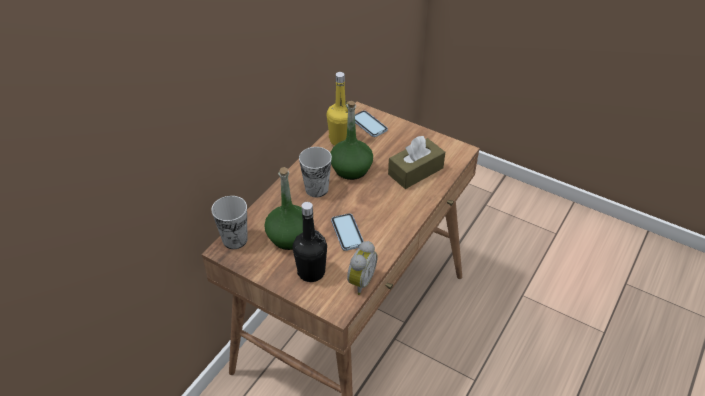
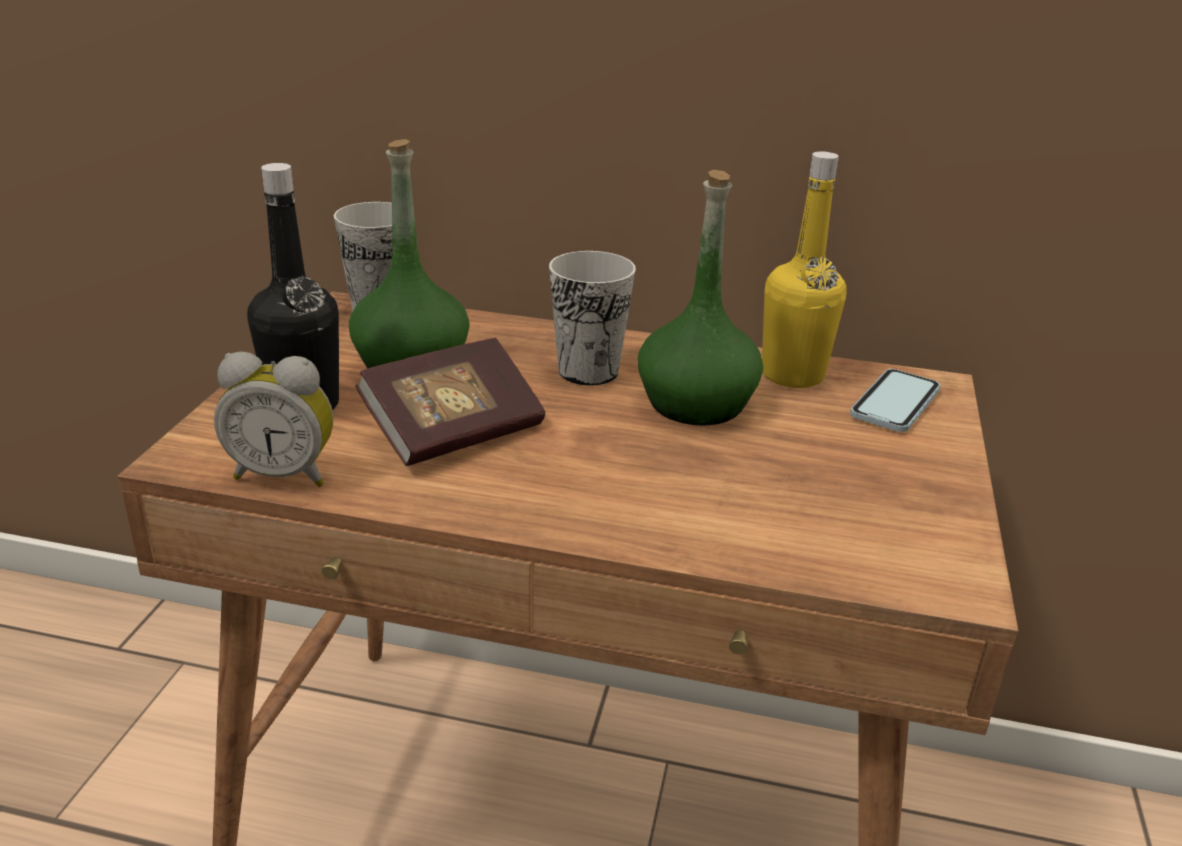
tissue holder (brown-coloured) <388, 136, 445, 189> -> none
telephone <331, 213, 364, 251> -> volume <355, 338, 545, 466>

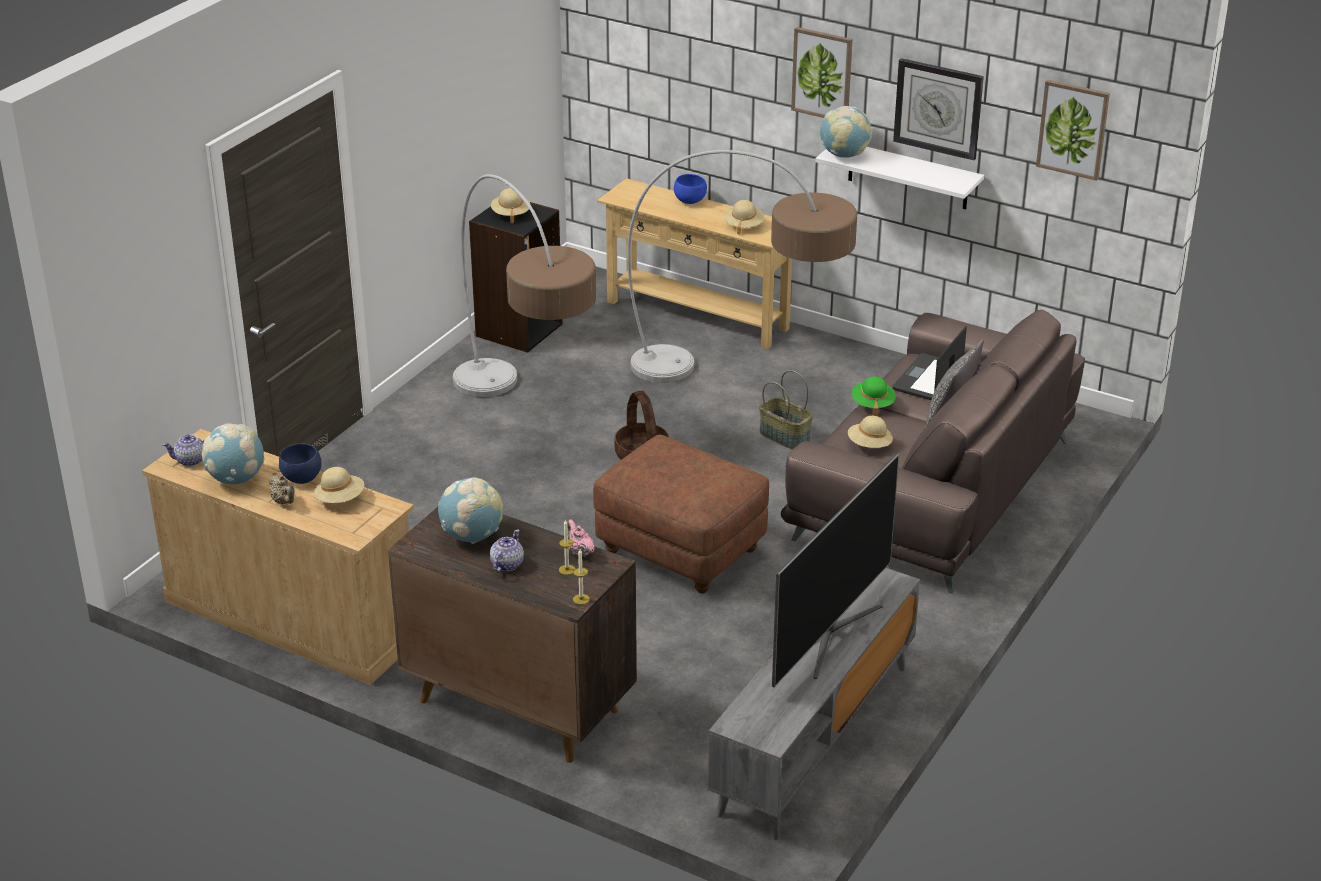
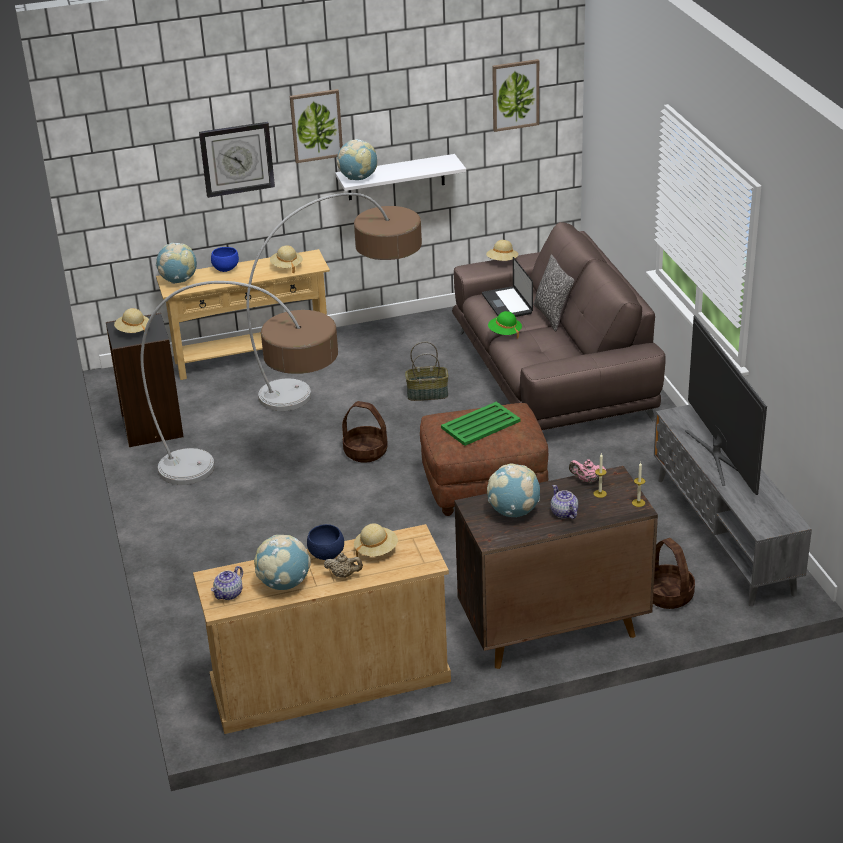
wall clock <893, 58, 984, 160> -> wall clock <199, 122, 275, 198>, shifted
wearable hat (sand-coloured) <848, 416, 893, 448> -> wearable hat (sand-coloured) <486, 240, 518, 261>, shifted
none -> globe <156, 243, 197, 284>
none -> tray (greenish) <441, 402, 520, 446>
none -> household basket <653, 538, 695, 609>

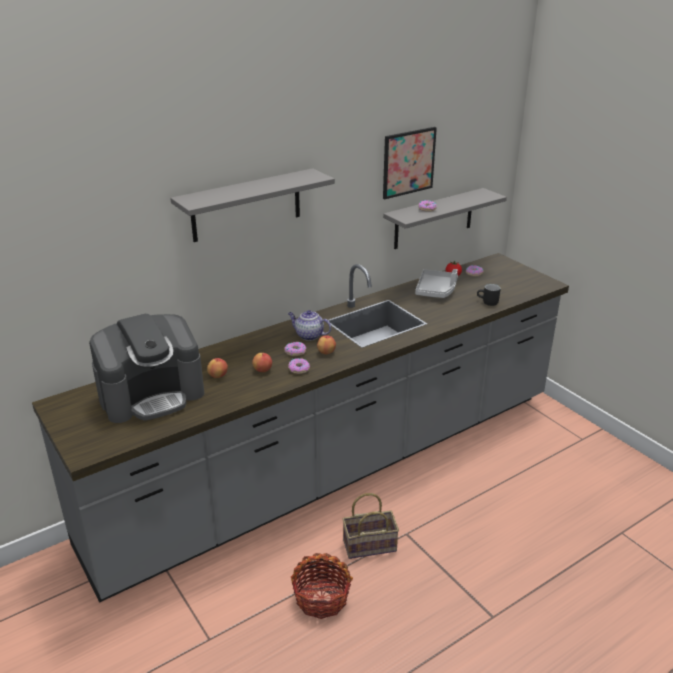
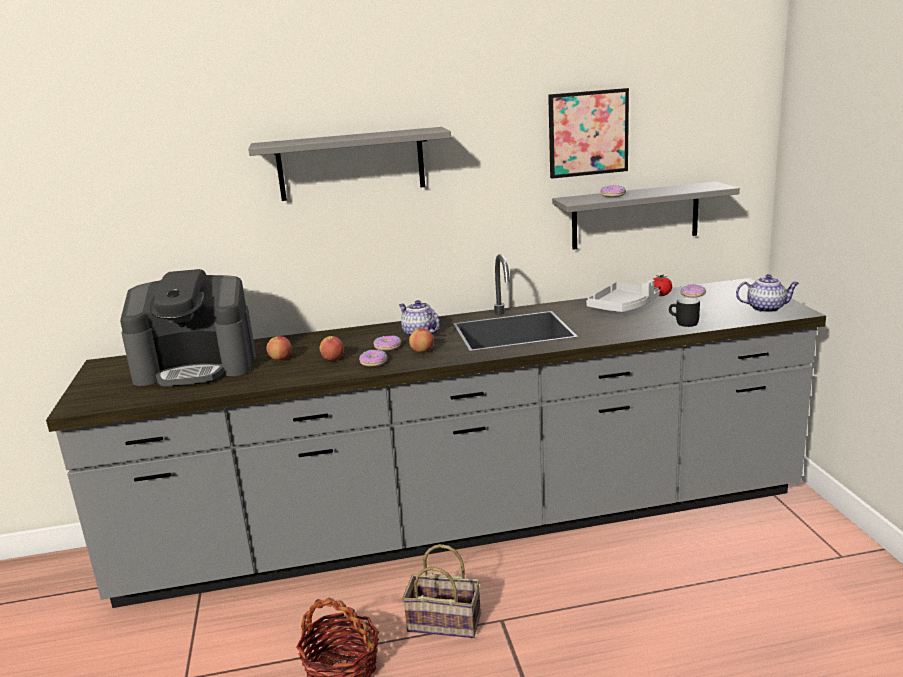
none -> tea pot <736, 274, 799, 312>

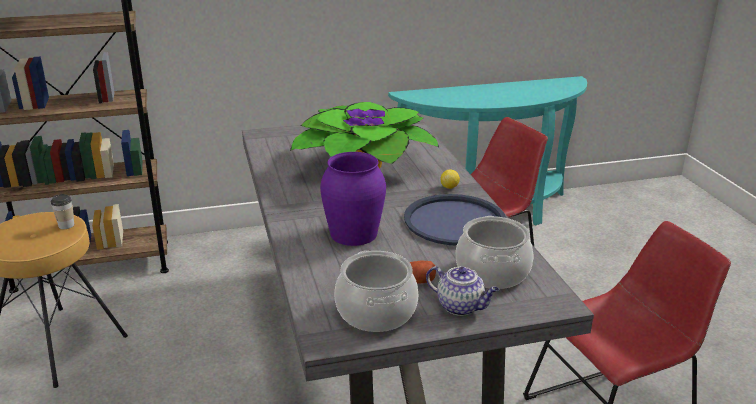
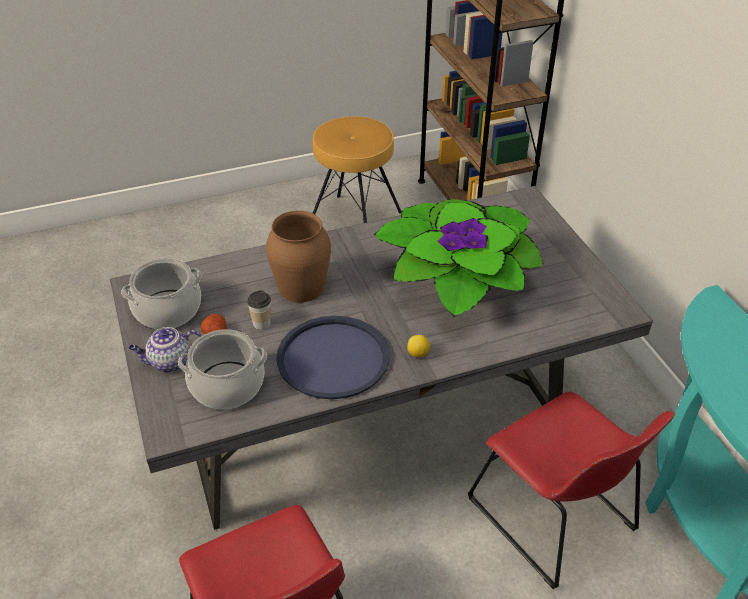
vase (purple-coloured) <320, 152, 386, 246> -> vase (brown-coloured) <266, 210, 331, 302>
small cup <51, 194, 74, 229> -> small cup <247, 290, 271, 330>, shifted
tea pot <426, 266, 499, 316> -> tea pot <128, 327, 202, 372>, 45 degrees clockwise

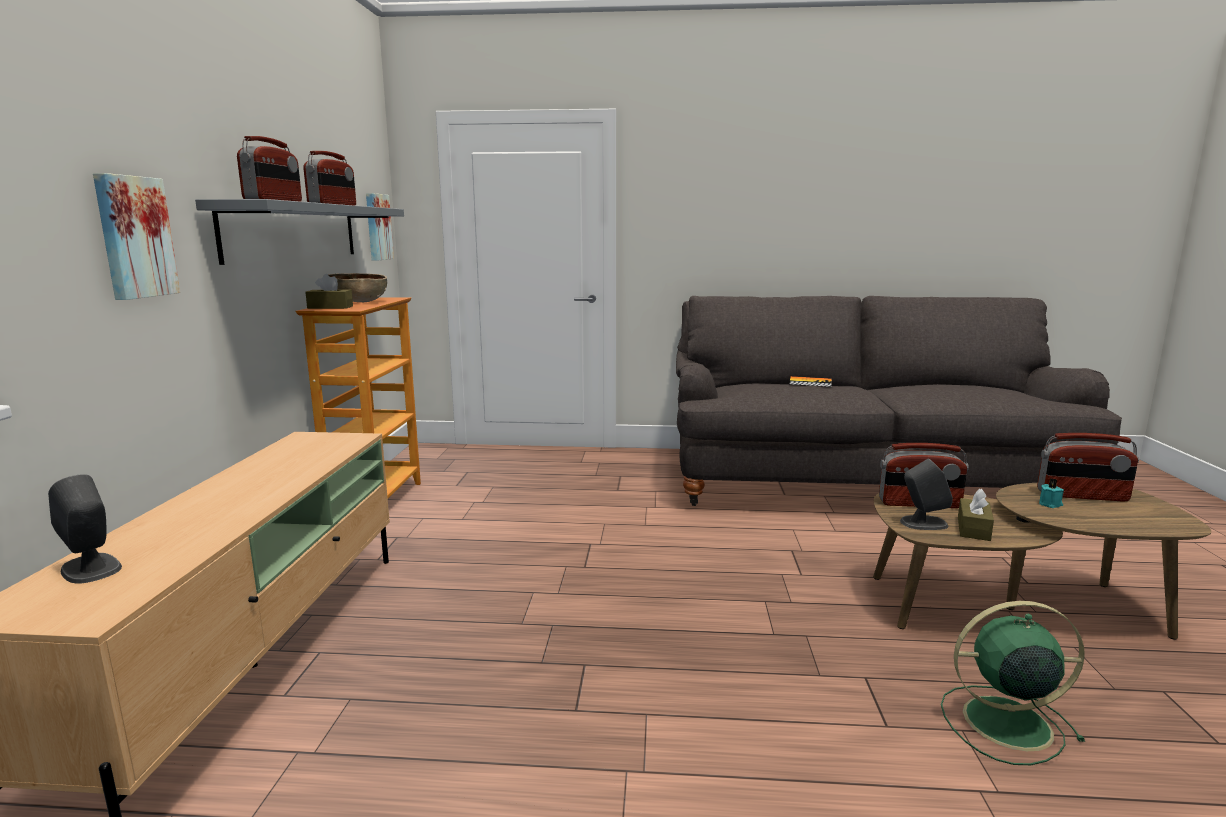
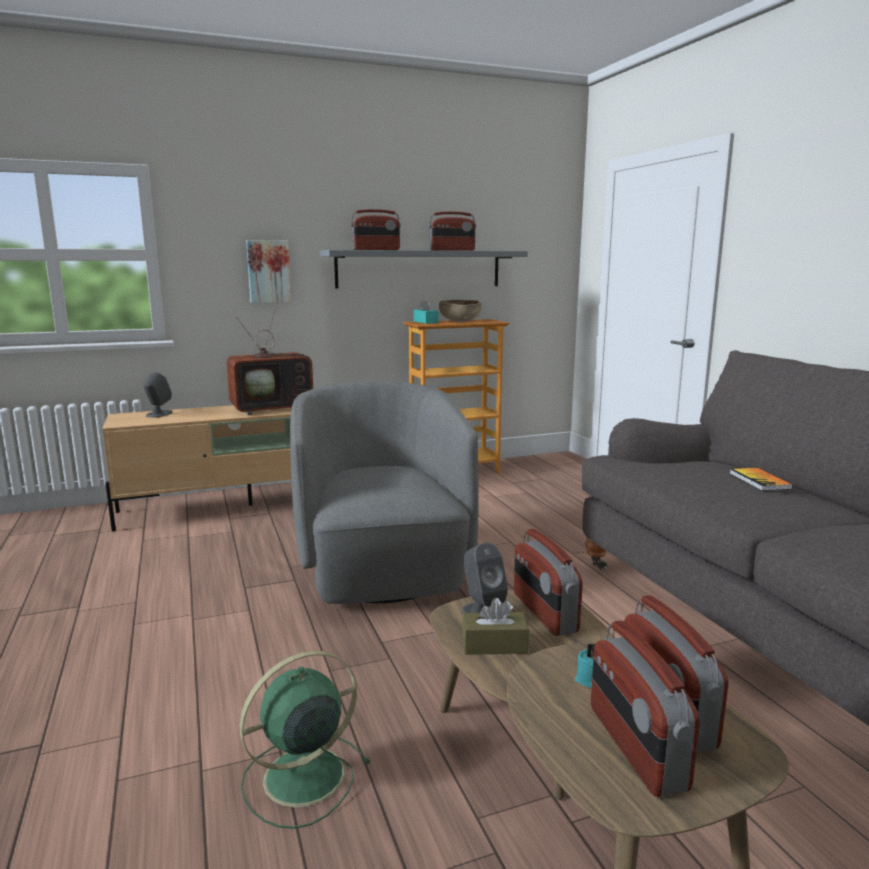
wall picture <366, 193, 394, 261> -> none
tissue holder (brown-coloured) <305, 274, 353, 309> -> tissue holder (turquoise-coloured) <414, 299, 439, 324>
cooling fan (greenish) <941, 601, 1085, 765> -> cooling fan (greenish) <239, 650, 371, 829>, 105 degrees counterclockwise
none -> TV set <226, 308, 313, 415>
none -> armchair (greyish) <290, 381, 479, 604>
none -> radio receiver <591, 621, 700, 797>

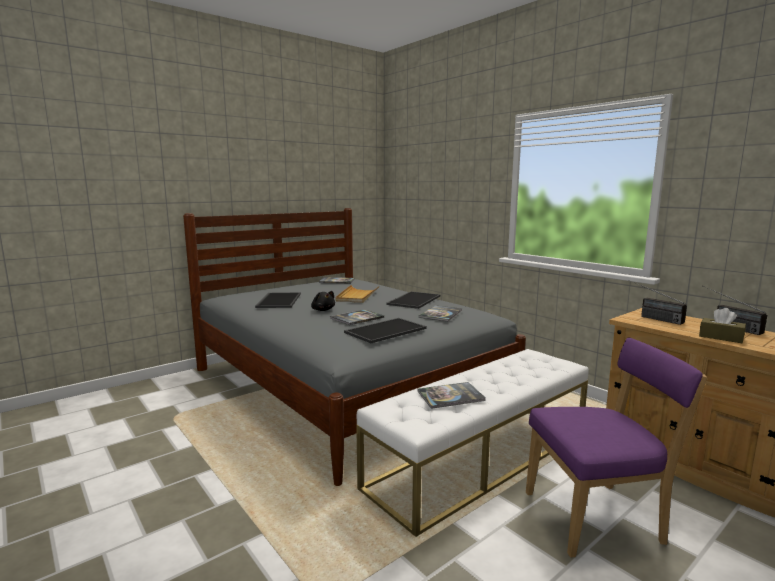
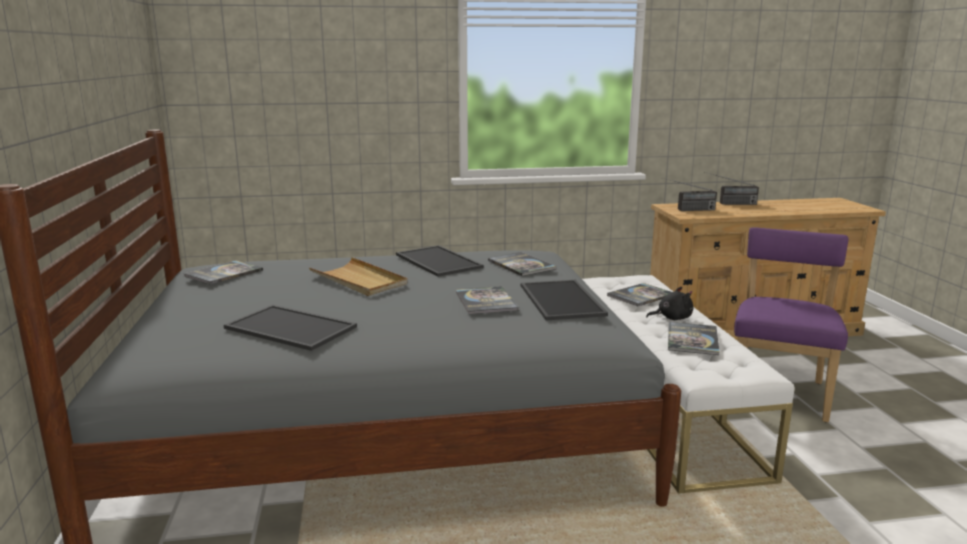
soft toy (blackish) <311, 291, 335, 311> -> soft toy (blackish) <646, 287, 693, 320>, shifted
tissue holder (brown-coloured) <699, 308, 746, 343> -> none
none -> volume <607, 283, 671, 306>

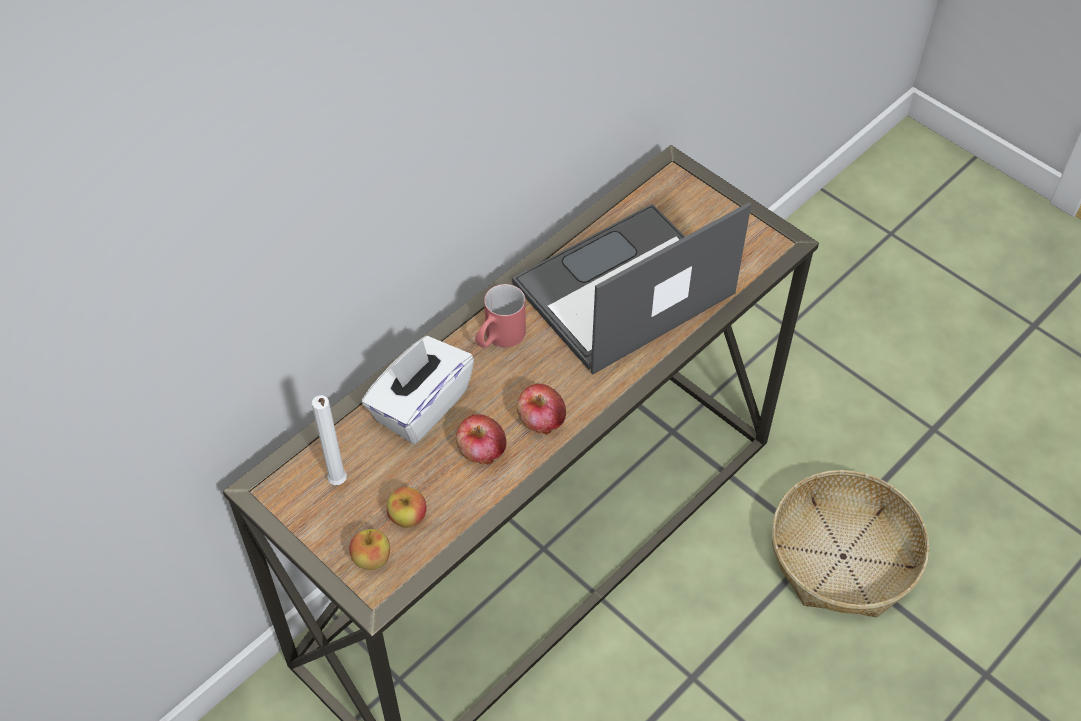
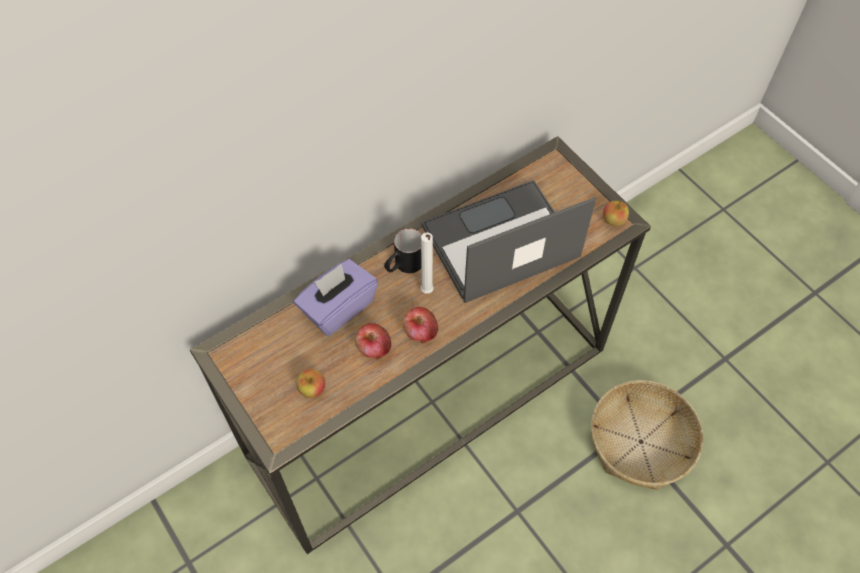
tea mug (red-coloured) <475, 284, 526, 348> -> tea mug (blackish) <384, 229, 422, 273>
tissue holder (white-coloured) <362, 336, 474, 444> -> tissue holder (purple-coloured) <294, 259, 378, 336>
wax candle (white-coloured) <312, 395, 347, 485> -> wax candle (white-coloured) <420, 232, 434, 294>, shifted
apple fruit <349, 529, 390, 570> -> apple fruit <603, 200, 629, 226>, shifted

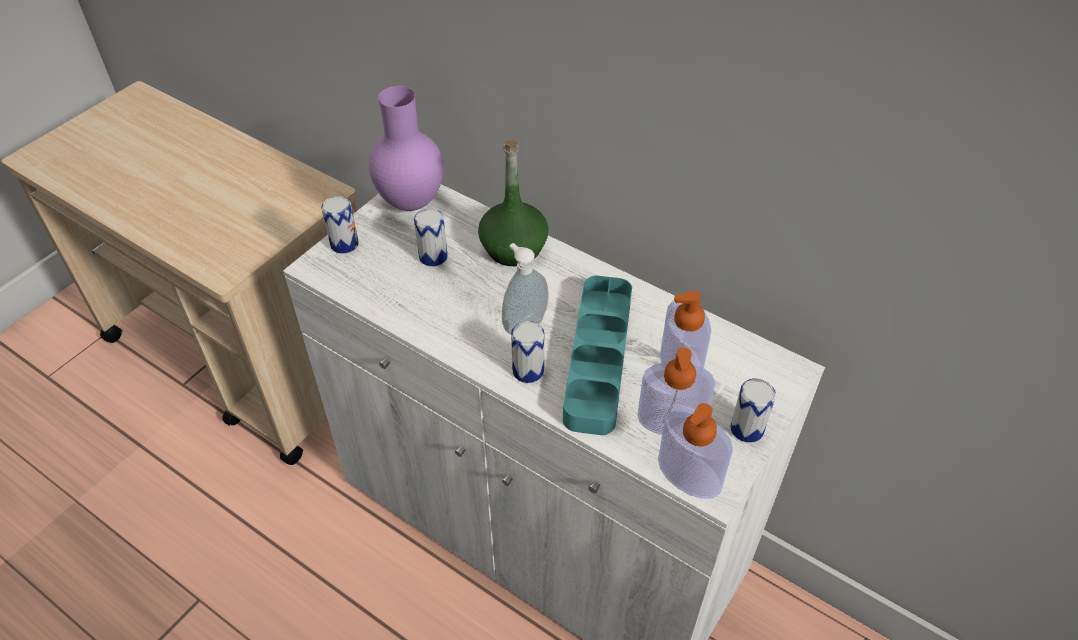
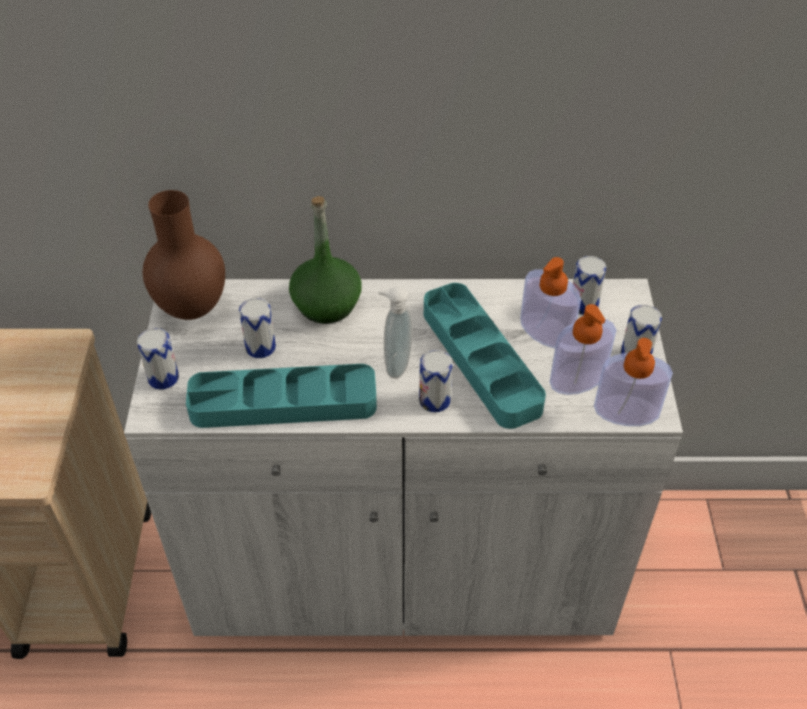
vase (purple-coloured) <369, 86, 444, 211> -> vase (brown-coloured) <142, 190, 225, 320>
none -> sealed can <573, 256, 606, 315>
none -> tray (turquoise-coloured) <186, 364, 377, 428>

